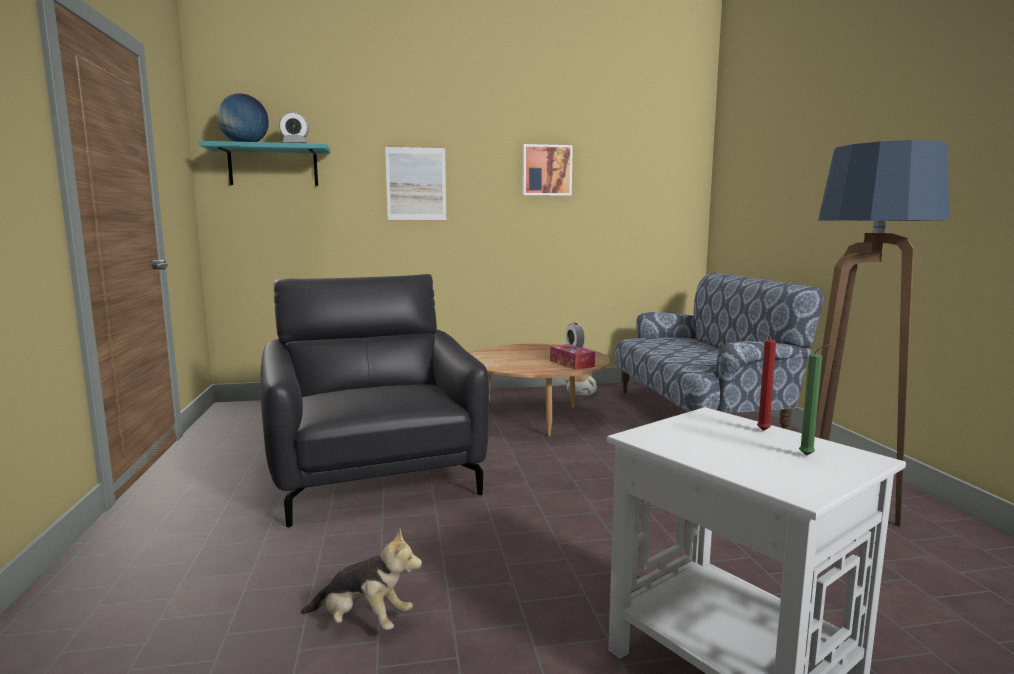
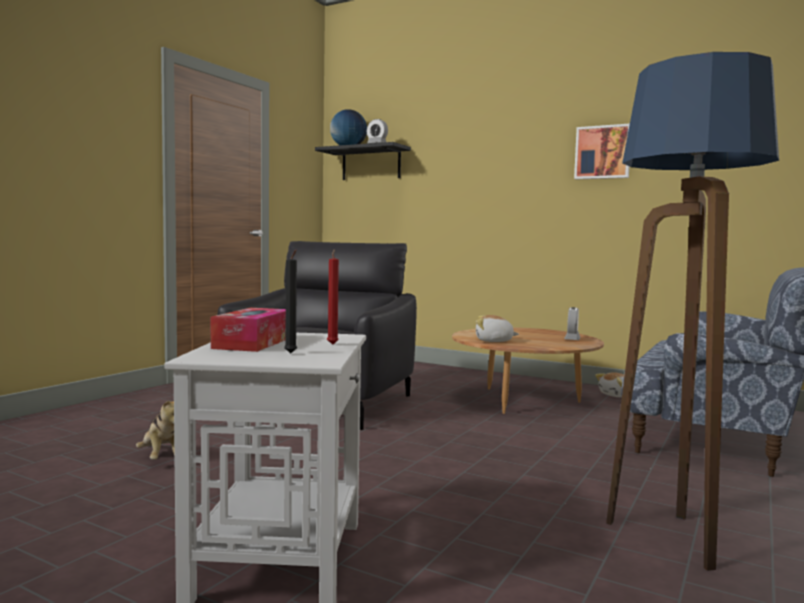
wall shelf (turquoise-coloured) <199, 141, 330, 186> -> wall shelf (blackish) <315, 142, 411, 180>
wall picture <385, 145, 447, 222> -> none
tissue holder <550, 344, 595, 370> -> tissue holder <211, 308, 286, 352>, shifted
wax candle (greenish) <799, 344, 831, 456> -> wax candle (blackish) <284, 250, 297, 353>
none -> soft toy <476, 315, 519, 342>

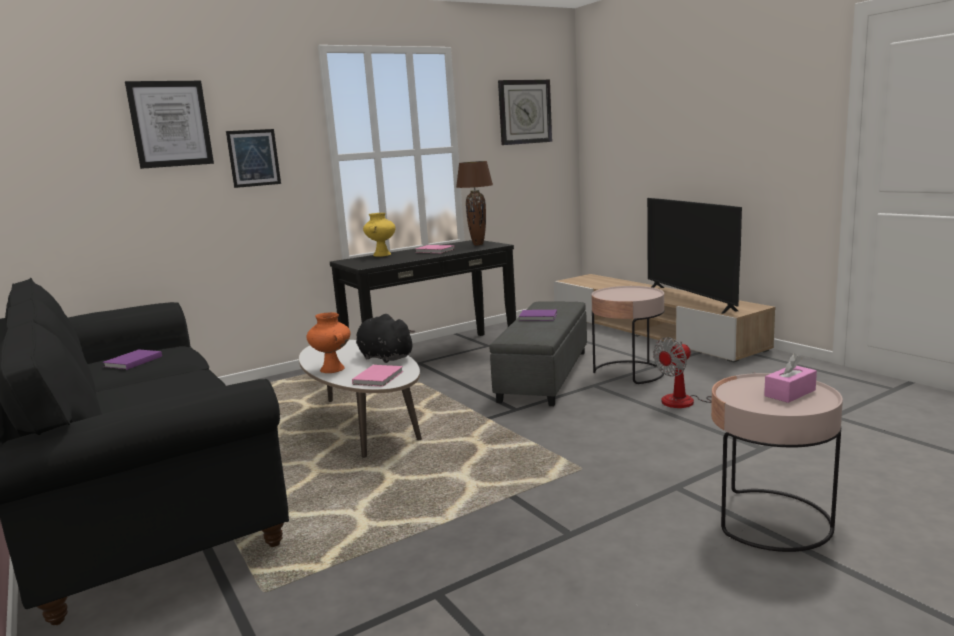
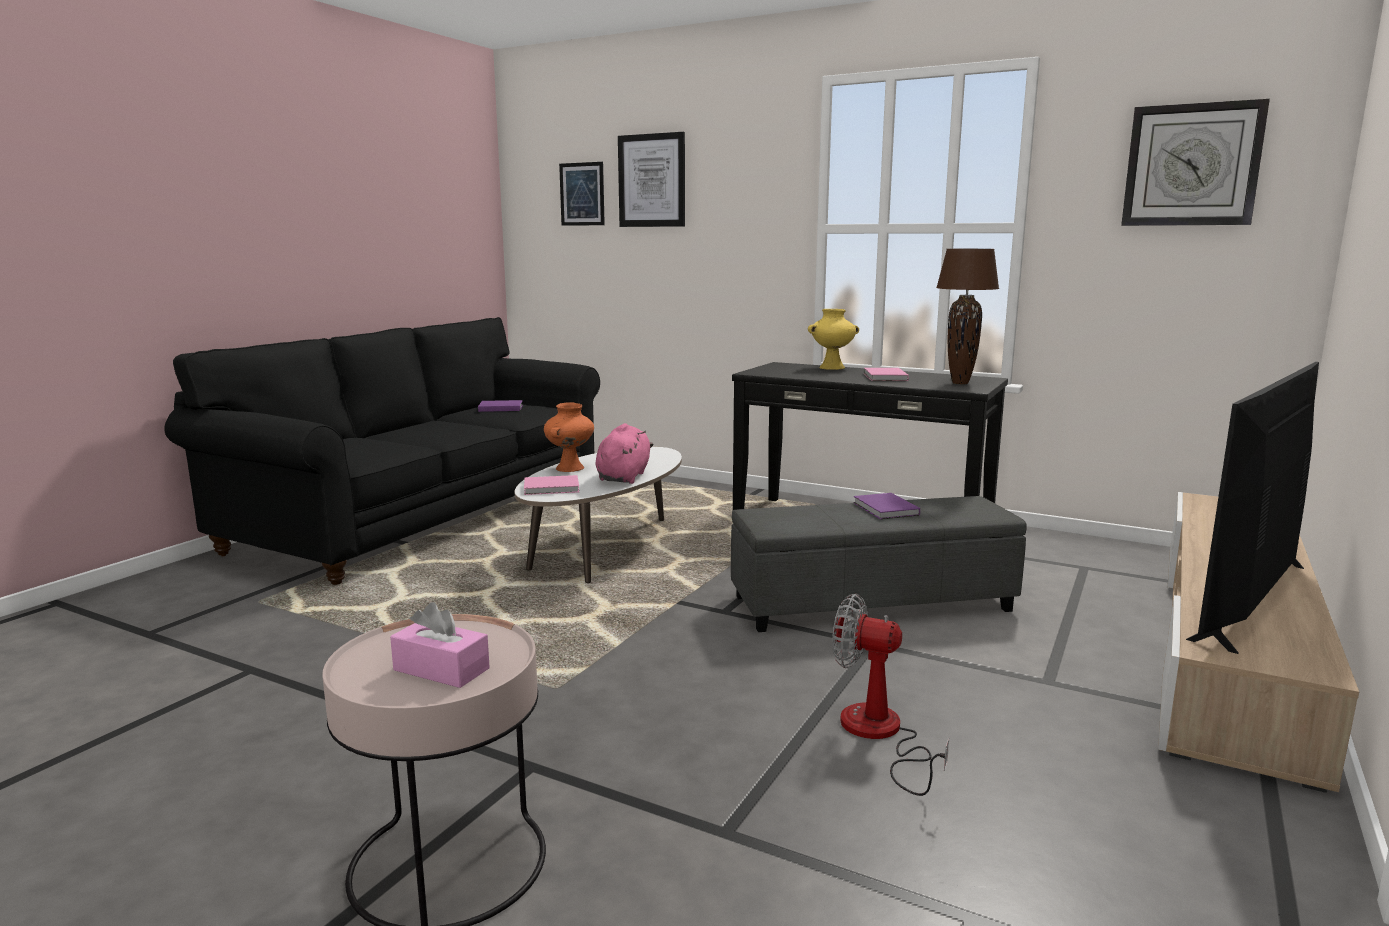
wall picture <226, 129, 281, 188> -> wall picture <559, 162, 605, 226>, shifted
end table (pink-coloured) <591, 286, 665, 384> -> none
soft toy (blackish) <356, 314, 415, 363> -> soft toy (pink-coloured) <596, 423, 653, 484>

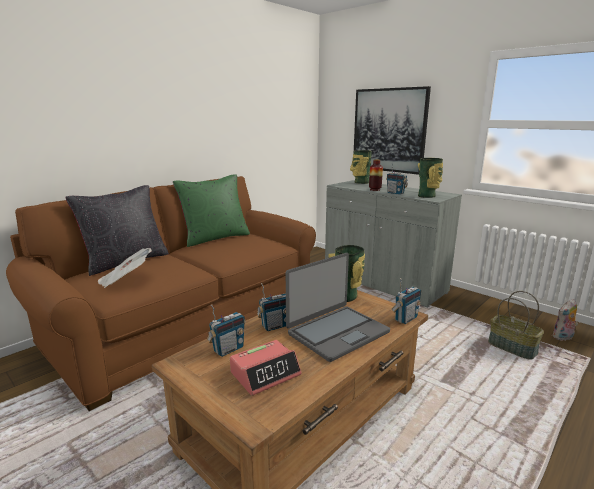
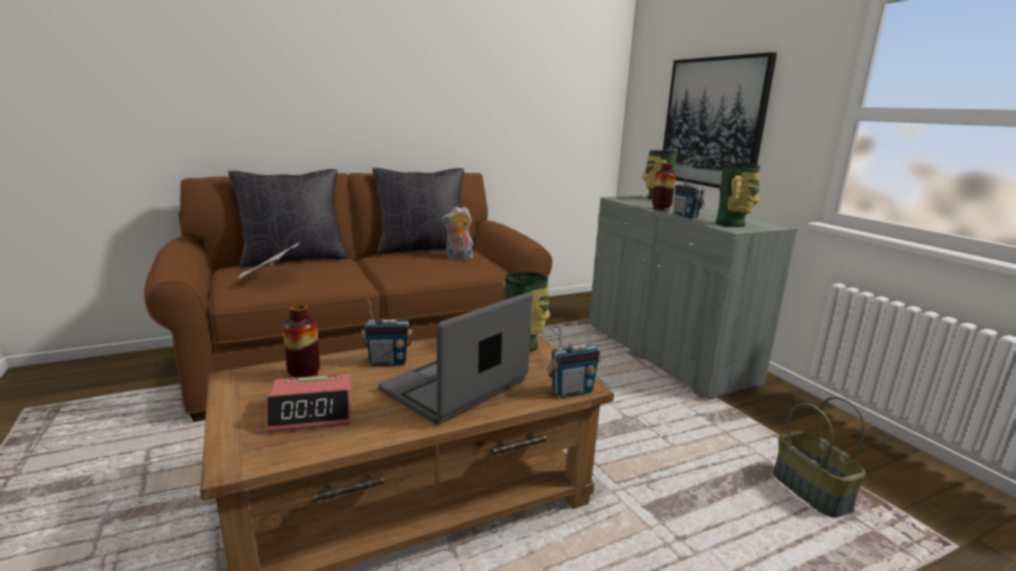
pillow (greenish) <173, 174, 250, 247> -> pillow (blackish) <372, 168, 464, 254>
laptop <286, 253, 390, 362> -> laptop <378, 292, 532, 425>, 150 degrees clockwise
soft toy <552, 299, 578, 341> -> soft toy <442, 207, 474, 261>, shifted
radio receiver <207, 304, 246, 357> -> vase <283, 304, 320, 378>

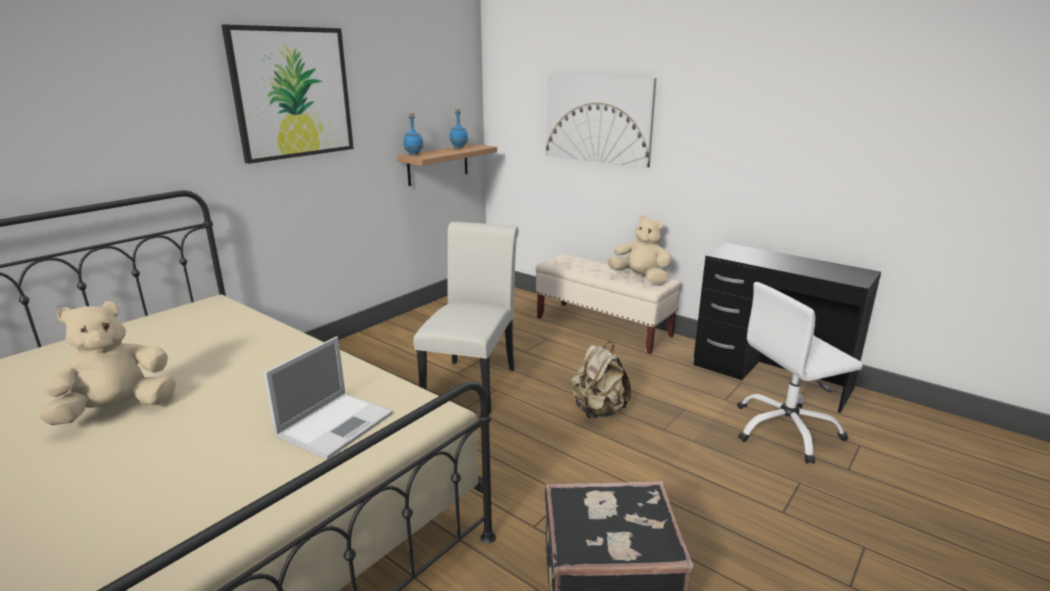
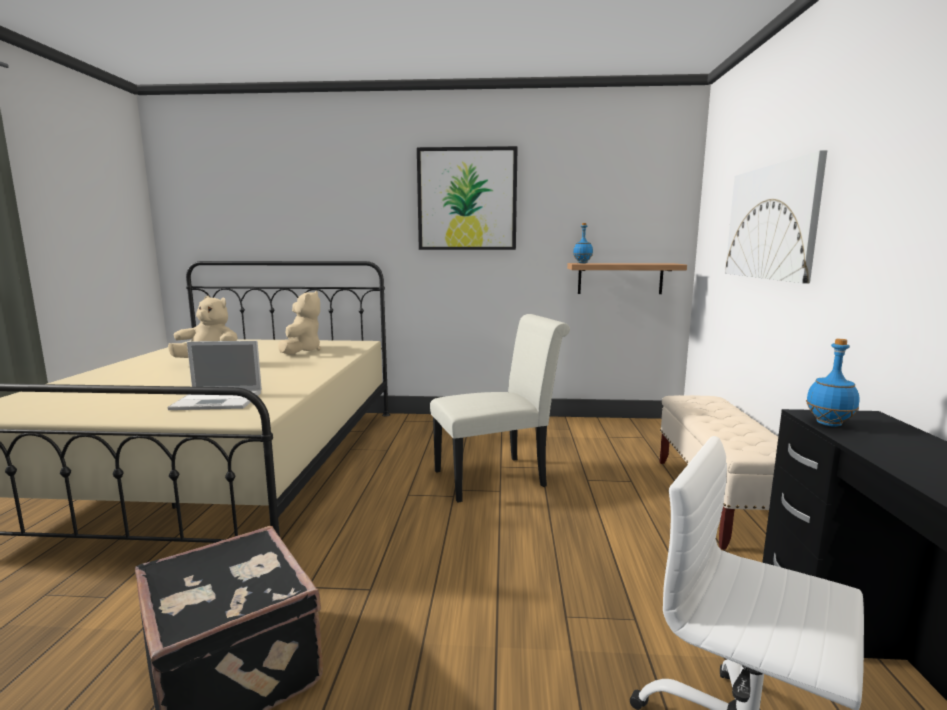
drink bottle (bluish) <450, 109, 468, 148> -> drink bottle (bluish) <806, 339, 859, 427>, shifted
soft toy (sand-coloured) <608, 215, 672, 284> -> soft toy (sand-coloured) <278, 291, 321, 354>, shifted
backpack (sand-coloured) <571, 342, 631, 419> -> none

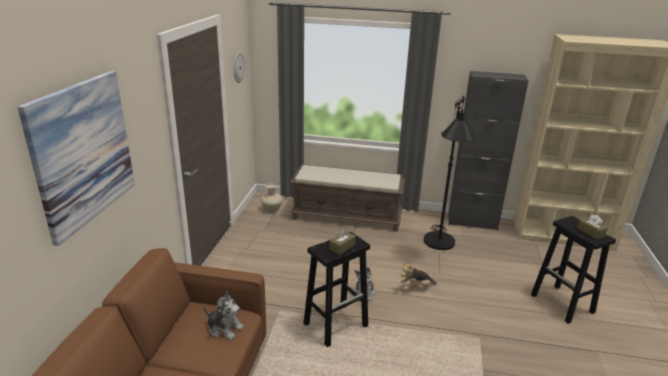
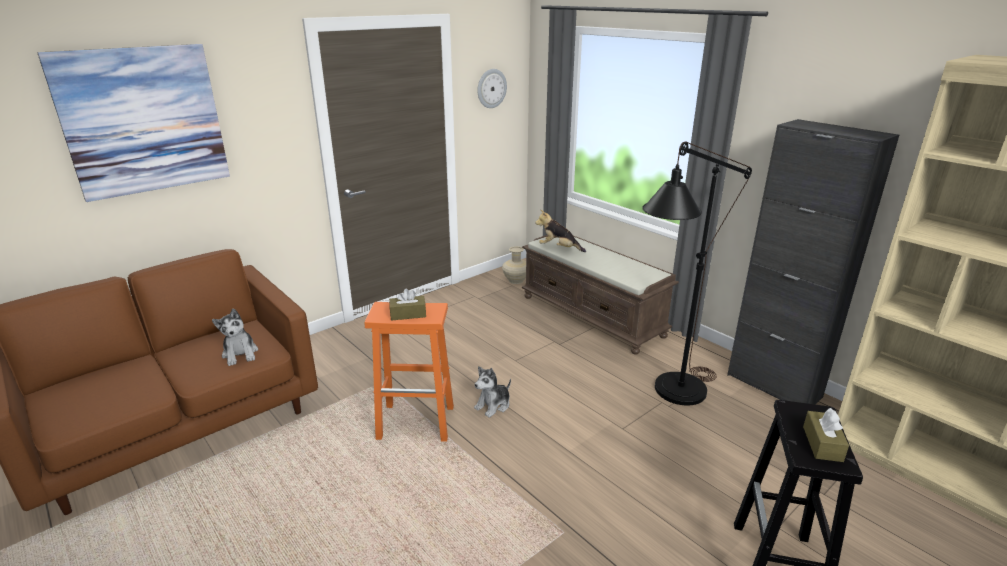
sitting stool (blackish) <304, 232, 370, 347> -> sitting stool (orange) <365, 302, 454, 442>
soft toy <400, 263, 437, 290> -> soft toy <535, 210, 586, 252>, shifted

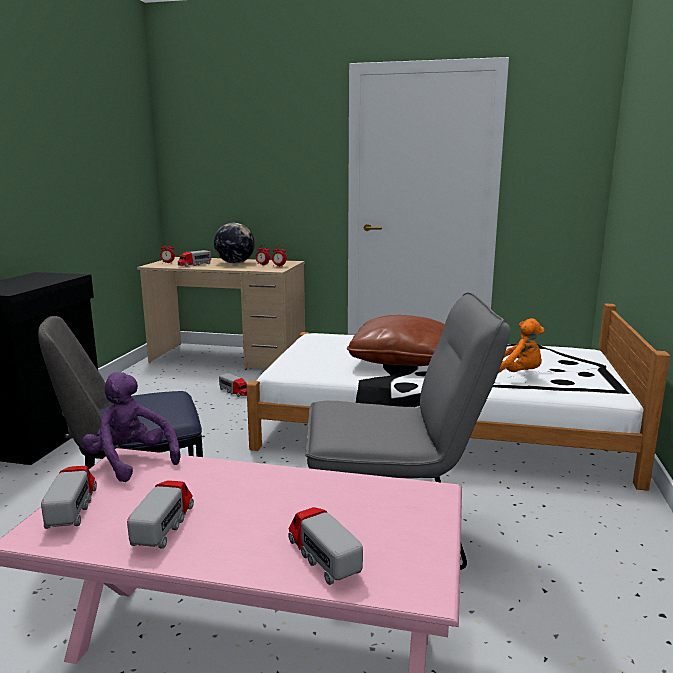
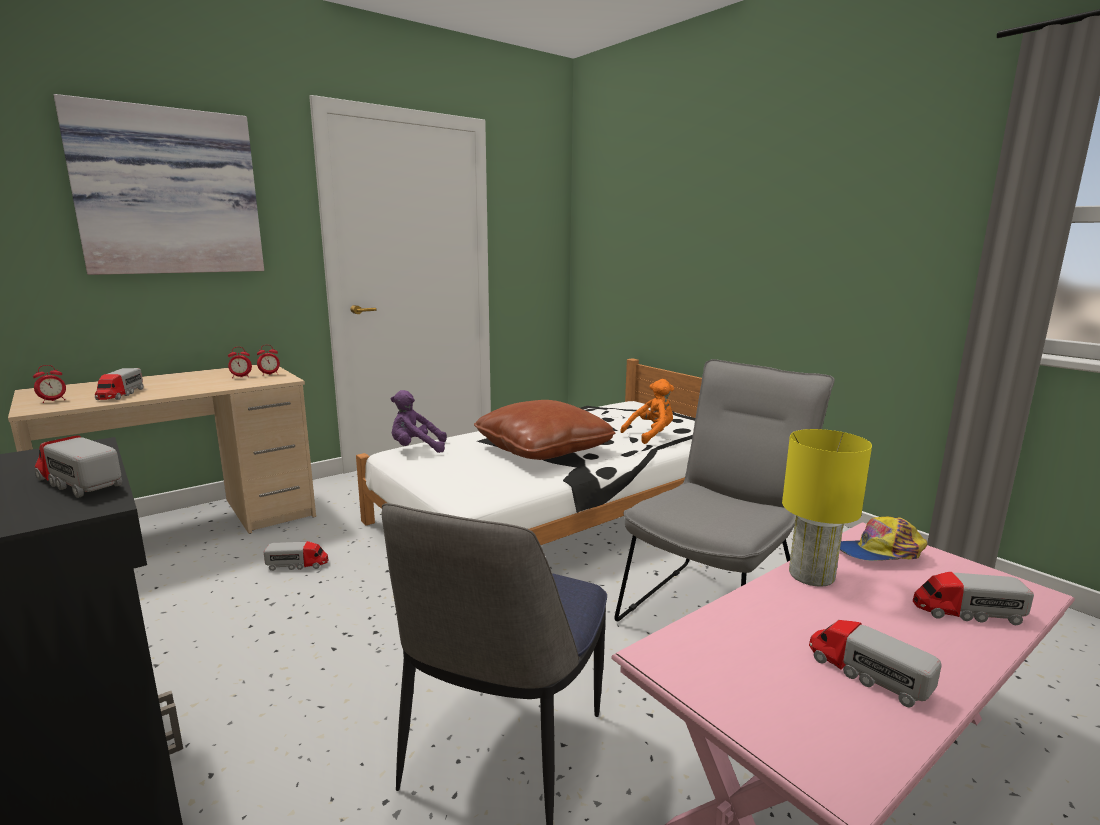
globe <214, 223, 255, 264> -> none
soft toy (purple-coloured) <82, 372, 180, 482> -> soft toy (purple-coloured) <391, 390, 447, 453>, shifted
model truck <41, 466, 97, 529> -> model truck <35, 435, 122, 498>, shifted
none -> wall picture <54, 94, 264, 275>
none -> tabletop lamp (yellowish) <782, 429, 872, 587>
none -> cap <840, 517, 927, 561>

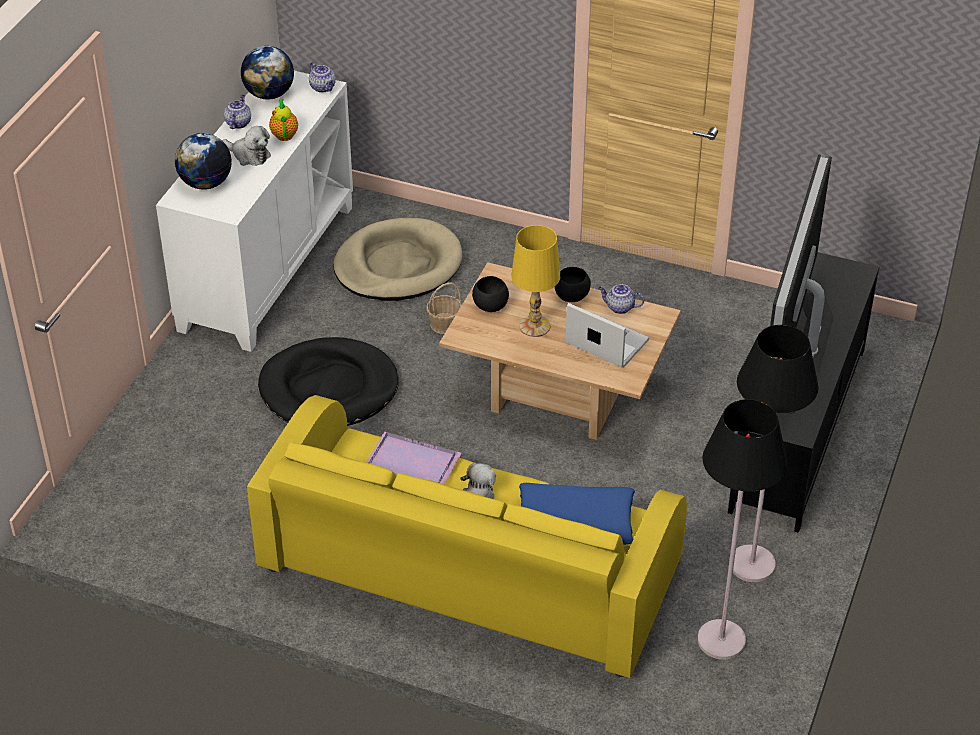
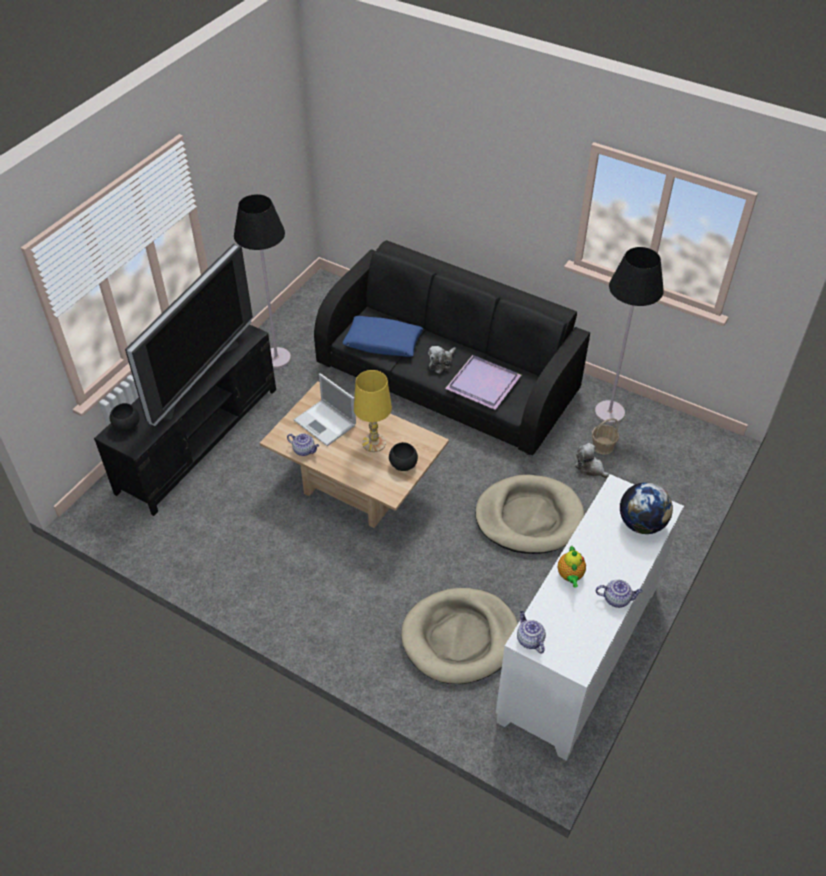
globe <241, 46, 294, 100> -> none
tea pot <224, 95, 251, 129> -> tea pot <596, 580, 643, 608>, 105 degrees counterclockwise
soft toy <223, 126, 271, 166> -> soft toy <575, 443, 610, 479>, shifted
bowl (blackish) <555, 267, 591, 302> -> bowl (blackish) <109, 403, 139, 432>, shifted
household basket <426, 282, 462, 334> -> household basket <592, 418, 619, 455>, shifted
dog bed (blackish) <258, 337, 399, 426> -> dog bed (sand-coloured) <475, 475, 585, 554>
sofa (yellowish) <247, 395, 687, 678> -> sofa (blackish) <314, 240, 590, 456>
floor lamp (blackish) <697, 399, 788, 660> -> floor lamp (blackish) <595, 247, 664, 424>, shifted

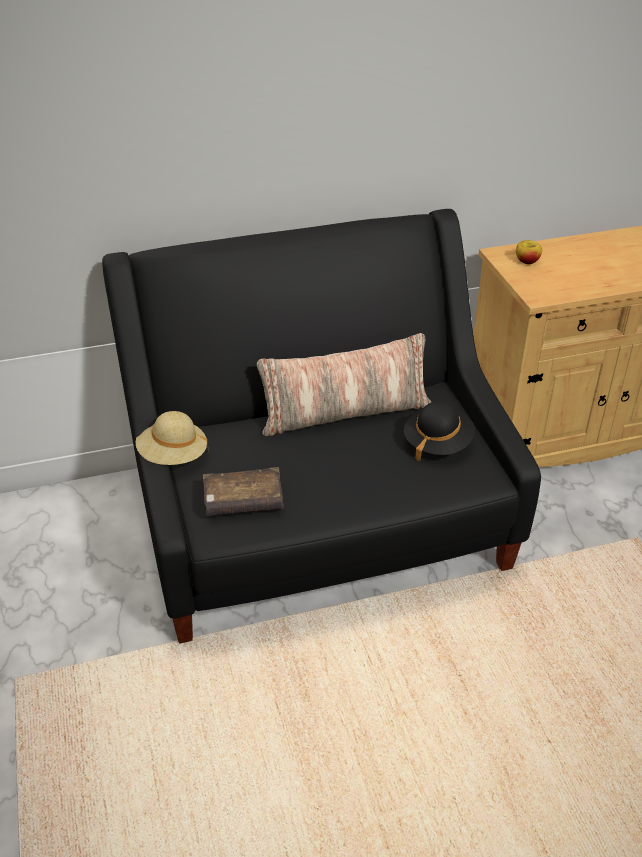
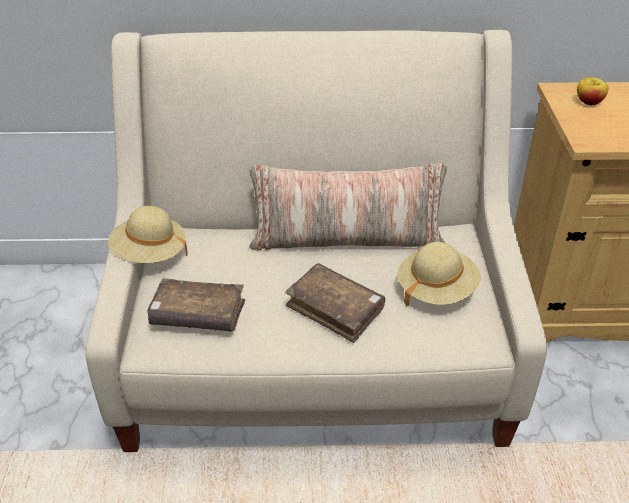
sofa (blackish) <102, 209, 541, 644> -> sofa (sand-coloured) <85, 30, 547, 452>
wearable hat (blackish) <404, 401, 475, 462> -> wearable hat (sand-coloured) <397, 242, 481, 307>
none -> volume (brown-coloured) <285, 263, 385, 343>

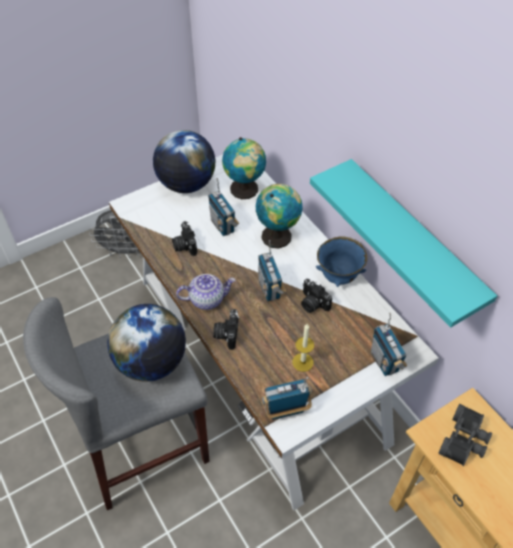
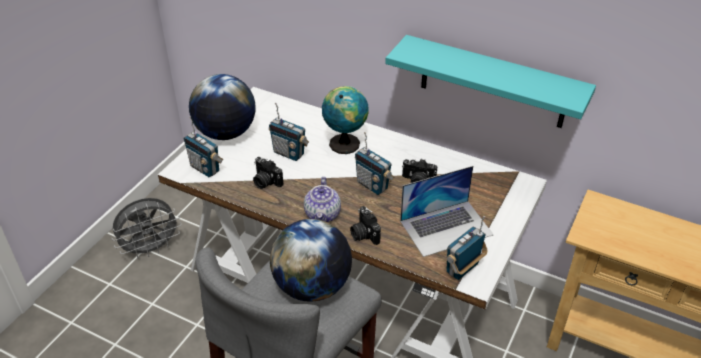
globe <222, 137, 266, 199> -> none
bowl (bluish) <316, 236, 367, 287> -> none
tea pot <176, 274, 236, 310> -> tea pot <304, 177, 341, 222>, 135 degrees clockwise
radio receiver <371, 313, 407, 376> -> radio receiver <184, 116, 224, 178>, shifted
wax candle <292, 324, 314, 372> -> laptop <400, 166, 494, 257>
binoculars (blackish) <438, 404, 492, 466> -> none

